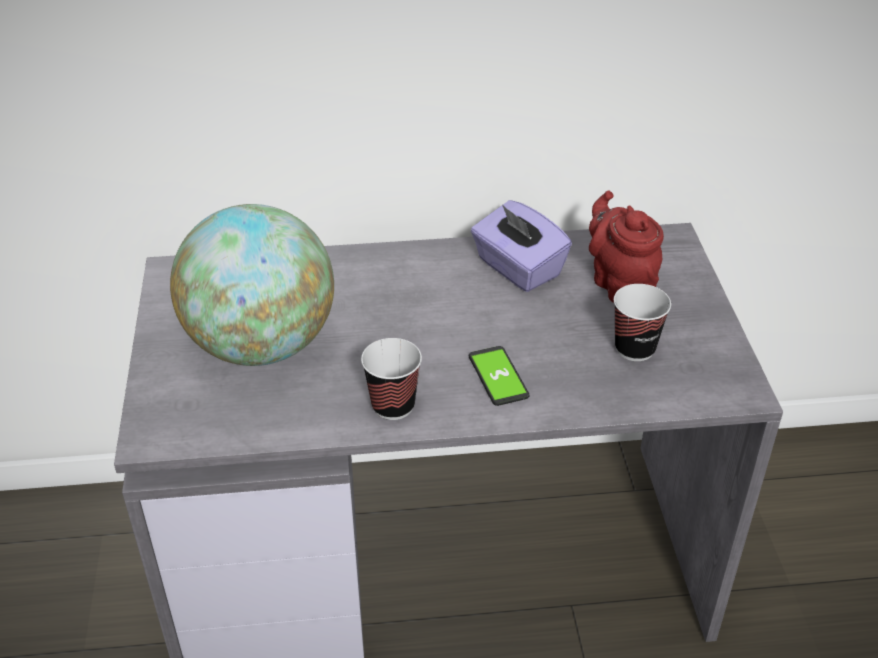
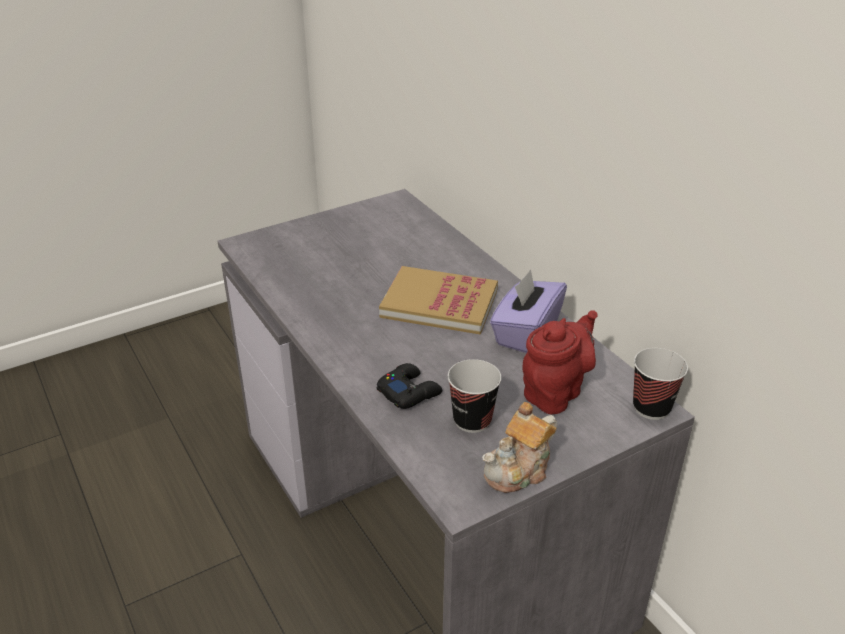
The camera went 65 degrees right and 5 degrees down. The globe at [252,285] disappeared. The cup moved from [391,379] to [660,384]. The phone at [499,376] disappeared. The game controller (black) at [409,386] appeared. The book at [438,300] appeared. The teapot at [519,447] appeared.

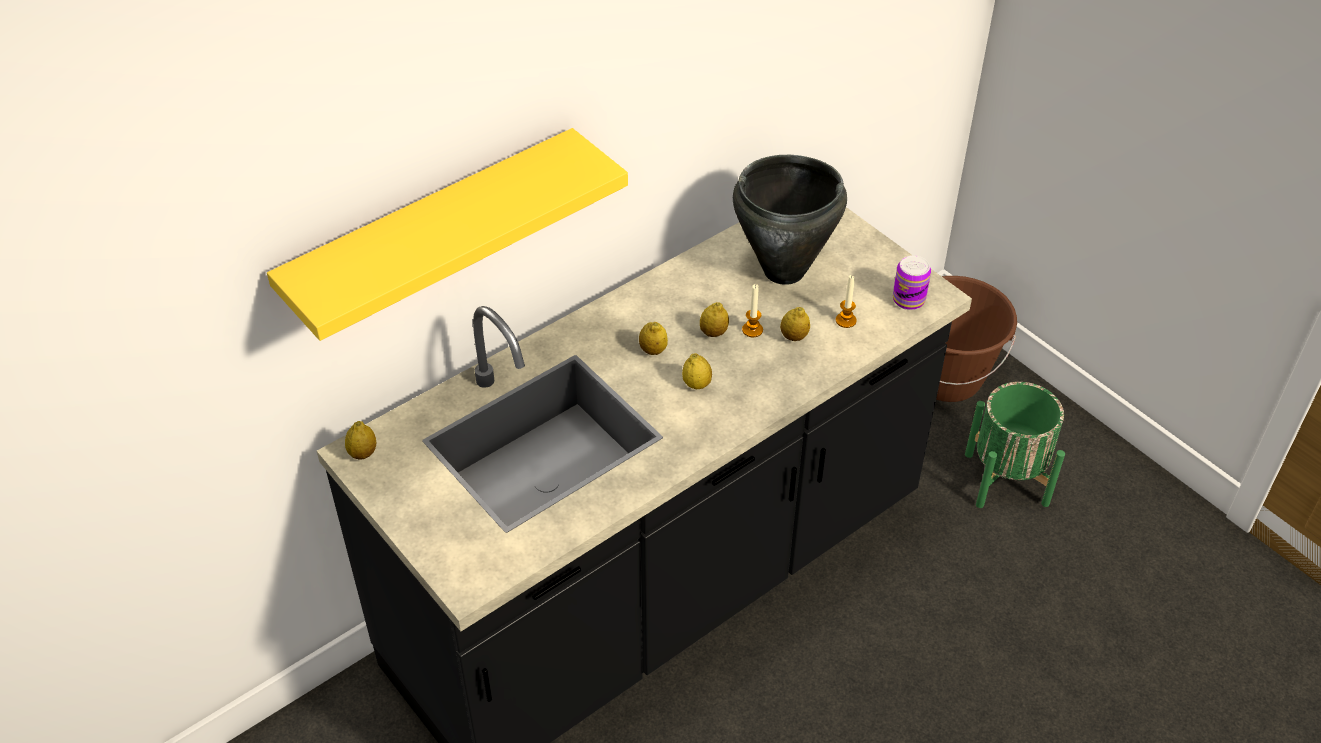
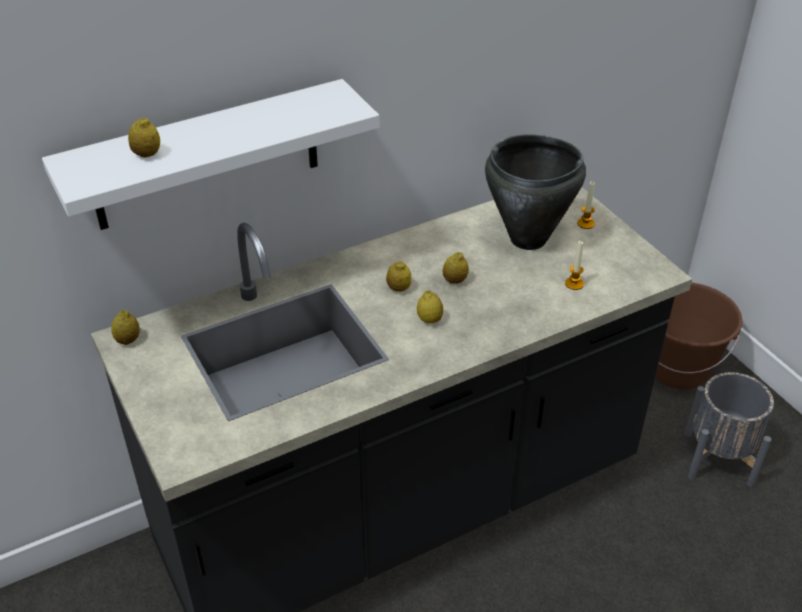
The camera went 10 degrees right and 5 degrees down. The shelf (yellow) at [447,234] became the shelf (white) at [210,154]. The candle moved from [752,310] to [586,205]. The lemon moved from [795,324] to [144,137]. The can at [912,282] disappeared. The planter (green) at [1015,445] became the planter (grey) at [729,429].

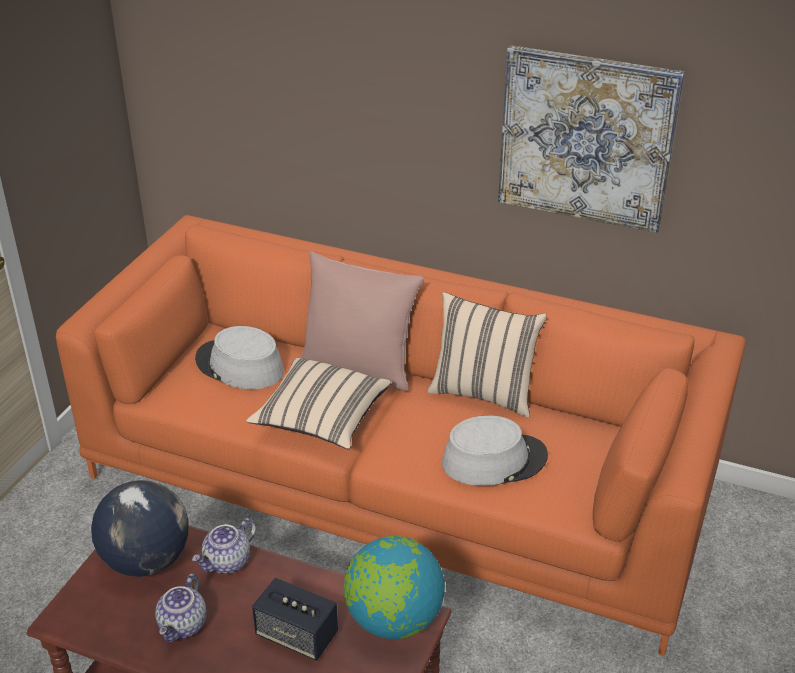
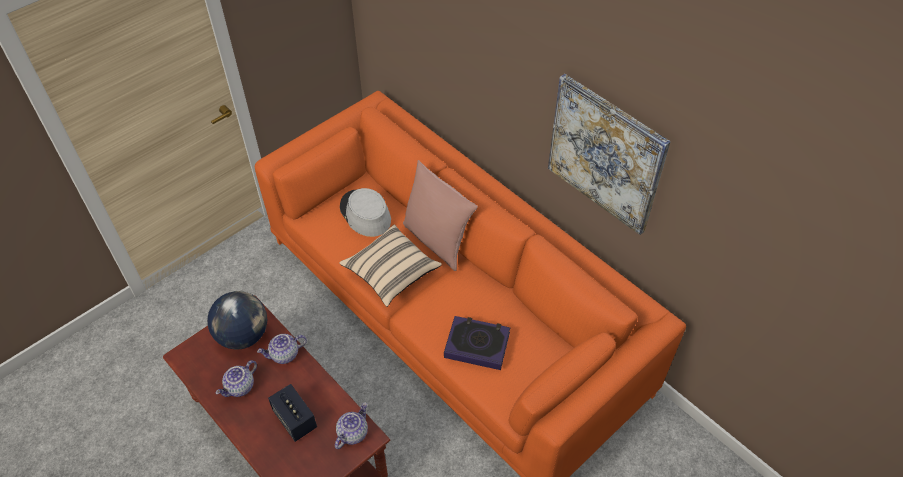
The camera went 25 degrees right and 15 degrees up. The globe at [394,587] was replaced by the teapot at [351,426]. The pillow (beige) at [487,355] disappeared. The hat (grey) at [495,450] was replaced by the book at [477,343].

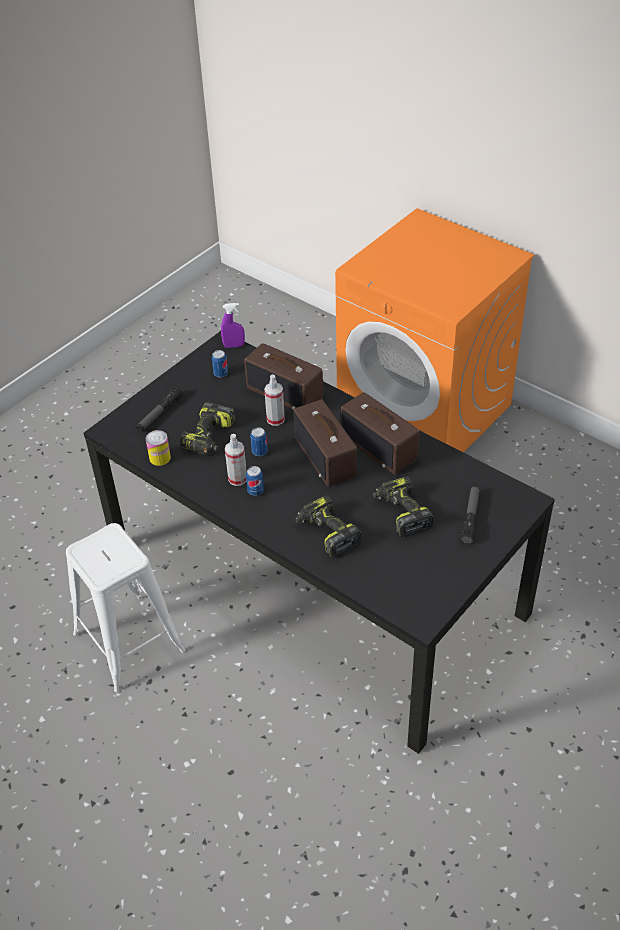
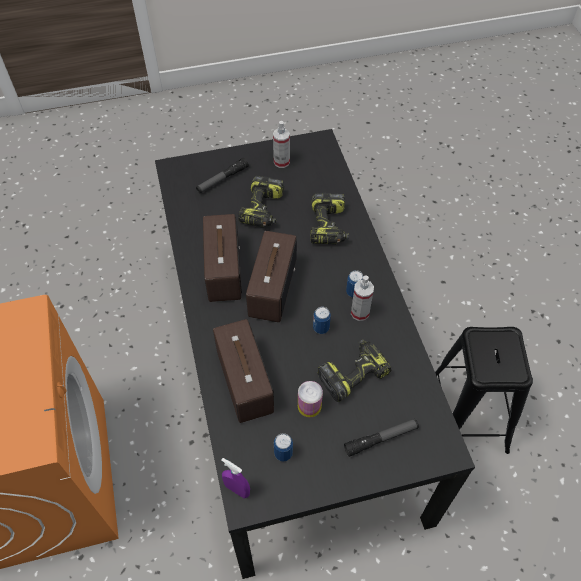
The camera went 145 degrees left and 10 degrees up. The stool (white) at [125,607] became the stool (black) at [484,390]. The can moved from [158,448] to [310,399]. The spray bottle moved from [274,400] to [281,144].

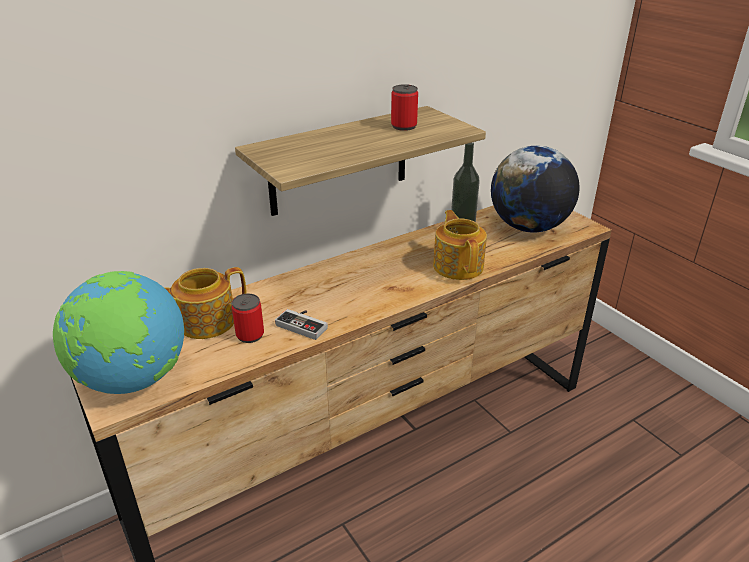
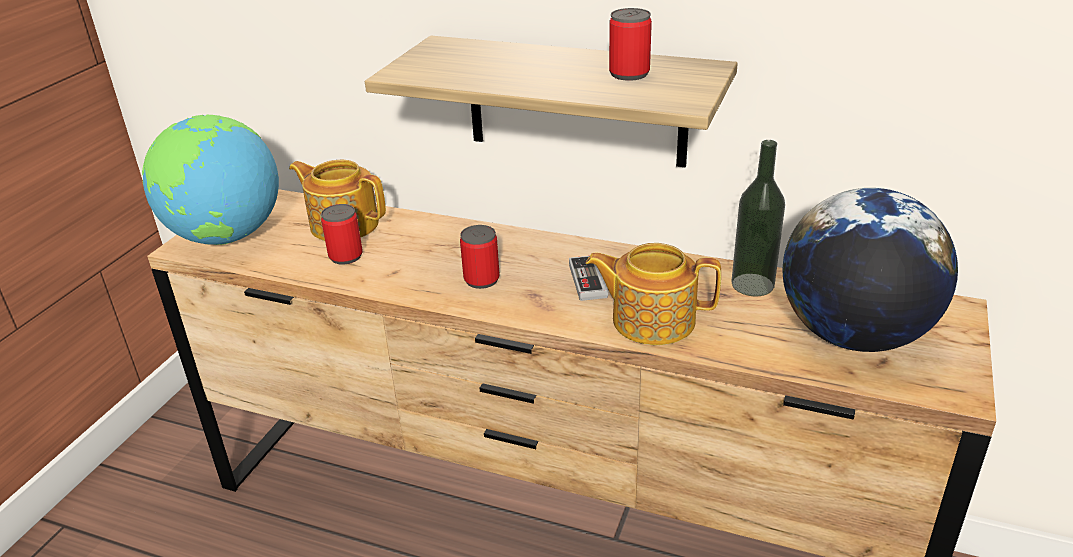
The camera went 55 degrees right and 0 degrees up. The game controller moved from [301,324] to [588,278]. The teapot at [460,245] turned 120 degrees counterclockwise. The can at [480,257] appeared.

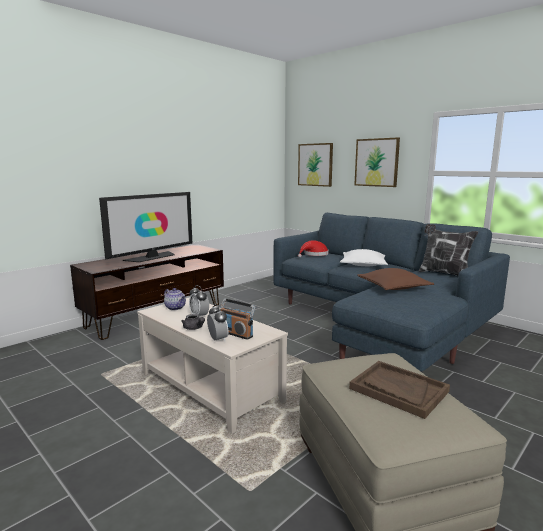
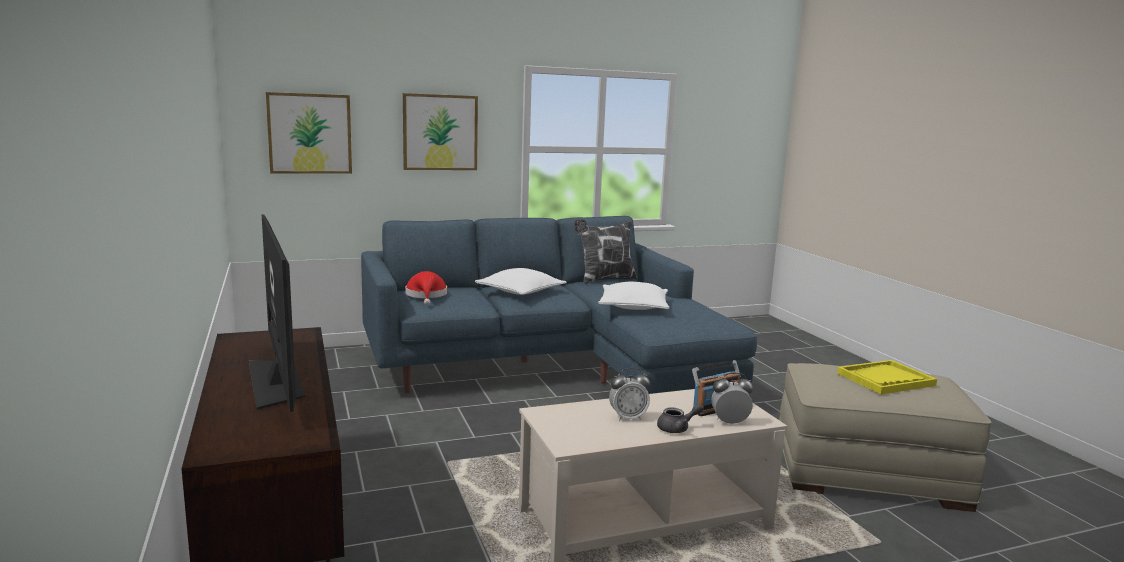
The camera went 65 degrees left and 0 degrees up. The teapot at [175,299] disappeared. The tray (brown) at [399,390] became the tray (yellow) at [887,377]. The pillow (brown) at [395,279] became the pillow (white) at [633,296].

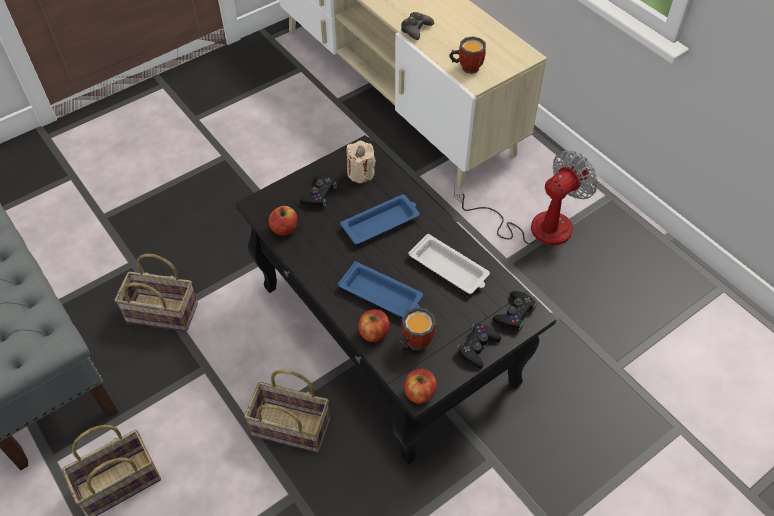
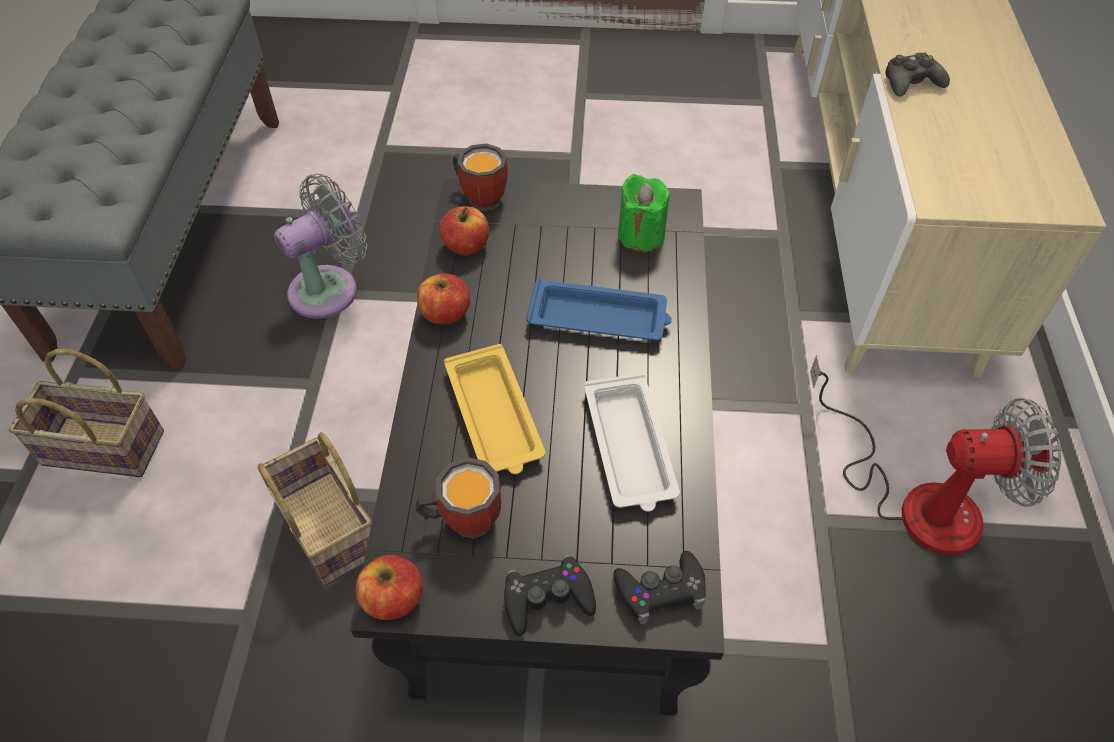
The camera went 40 degrees right and 0 degrees up. The basket at [156,292] was replaced by the fan (grey) at [320,246]. The game controller (black) at [318,190] disappeared. The tray (blue) at [380,289] became the tray (yellow) at [494,409]. The candle (beige) at [361,162] became the candle (green) at [644,213]. The apple moved from [374,325] to [443,299]. The mug moved from [468,55] to [480,177].

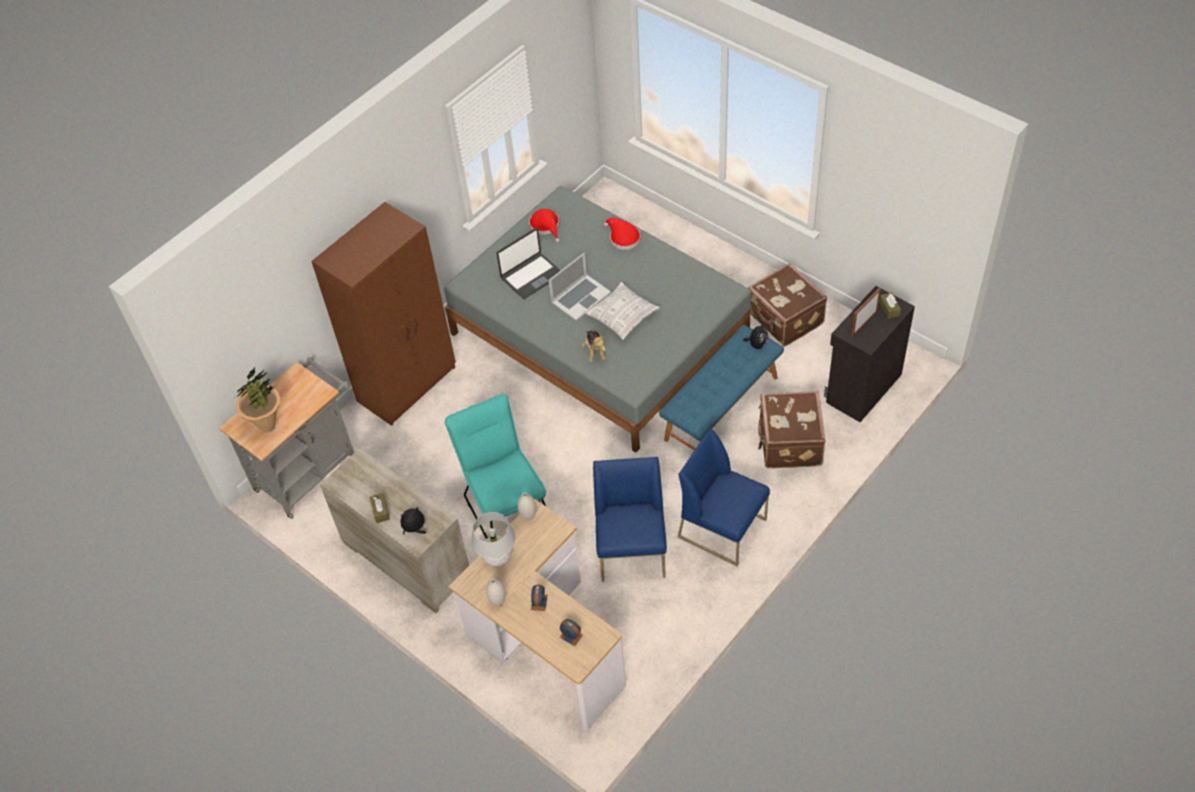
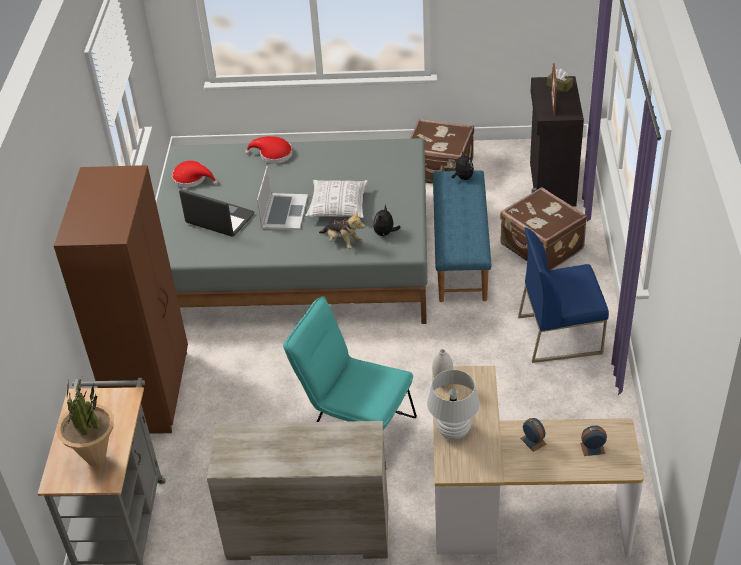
The camera went 40 degrees left and 10 degrees down. The tissue box (brown) at [380,508] disappeared. The plush toy moved from [413,520] to [387,221]. The vase (white) at [496,592] disappeared. The laptop at [528,263] turned 75 degrees counterclockwise. The chair (blue) at [630,519] disappeared.

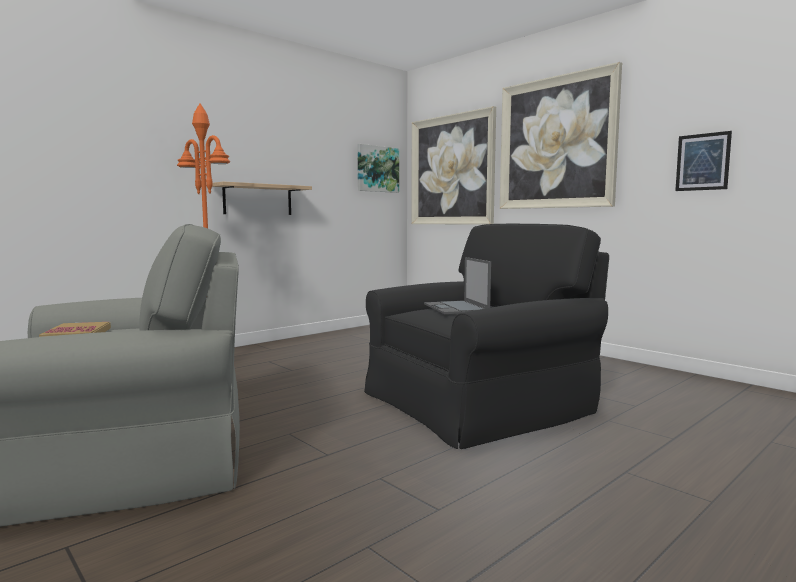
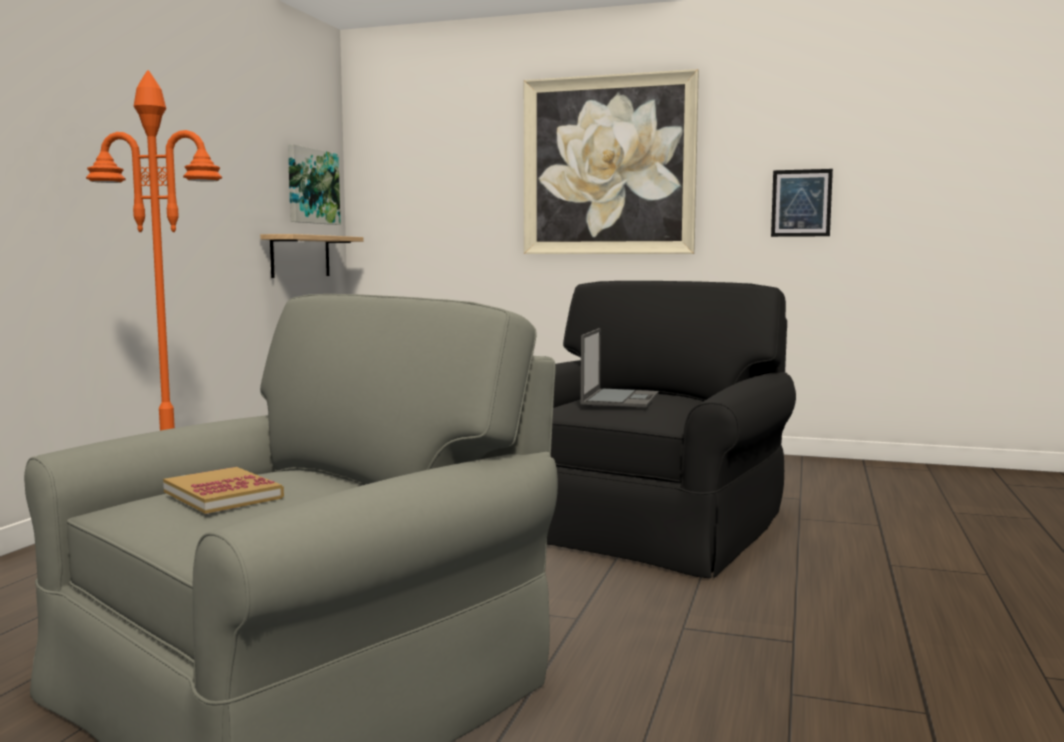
The camera went 30 degrees left and 0 degrees up. The shelf moved from [262,198] to [312,256]. The picture at [453,165] disappeared. The laptop at [457,285] turned 120 degrees counterclockwise.

